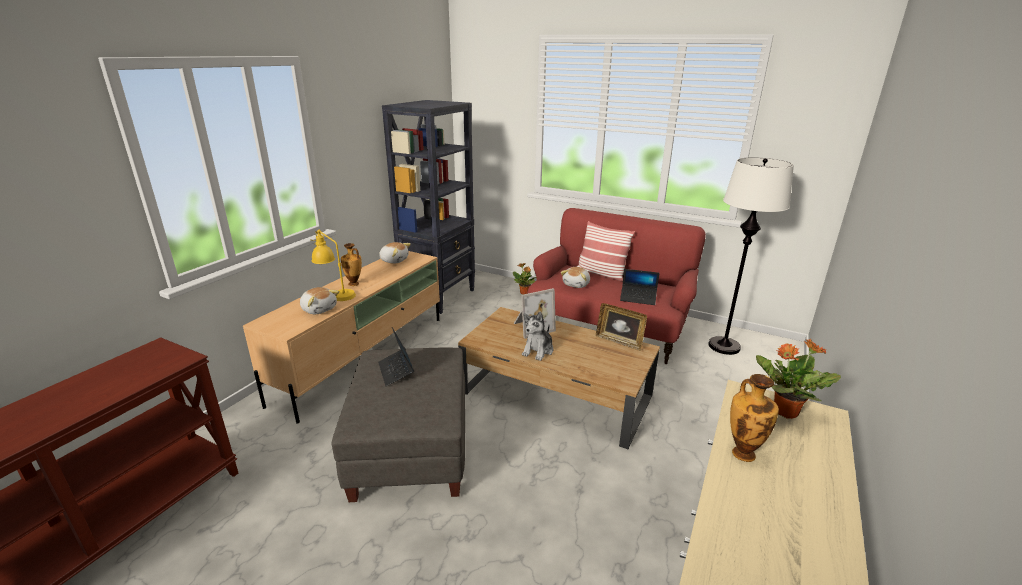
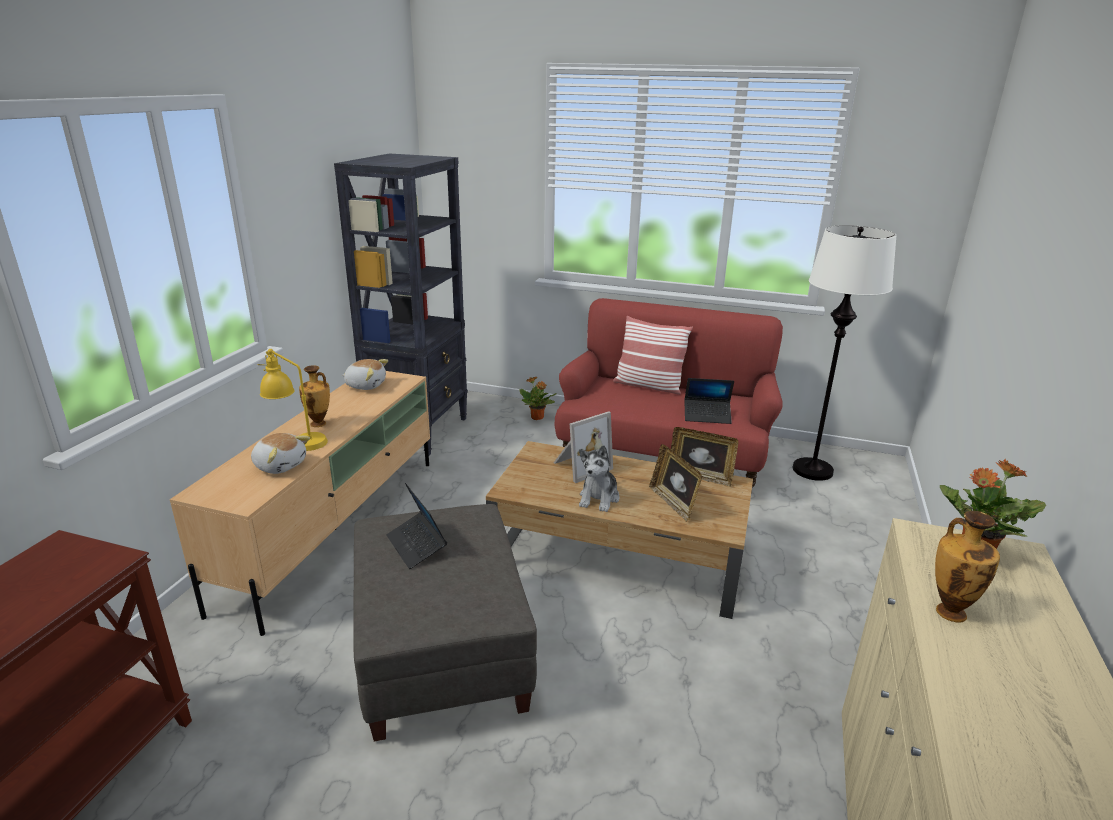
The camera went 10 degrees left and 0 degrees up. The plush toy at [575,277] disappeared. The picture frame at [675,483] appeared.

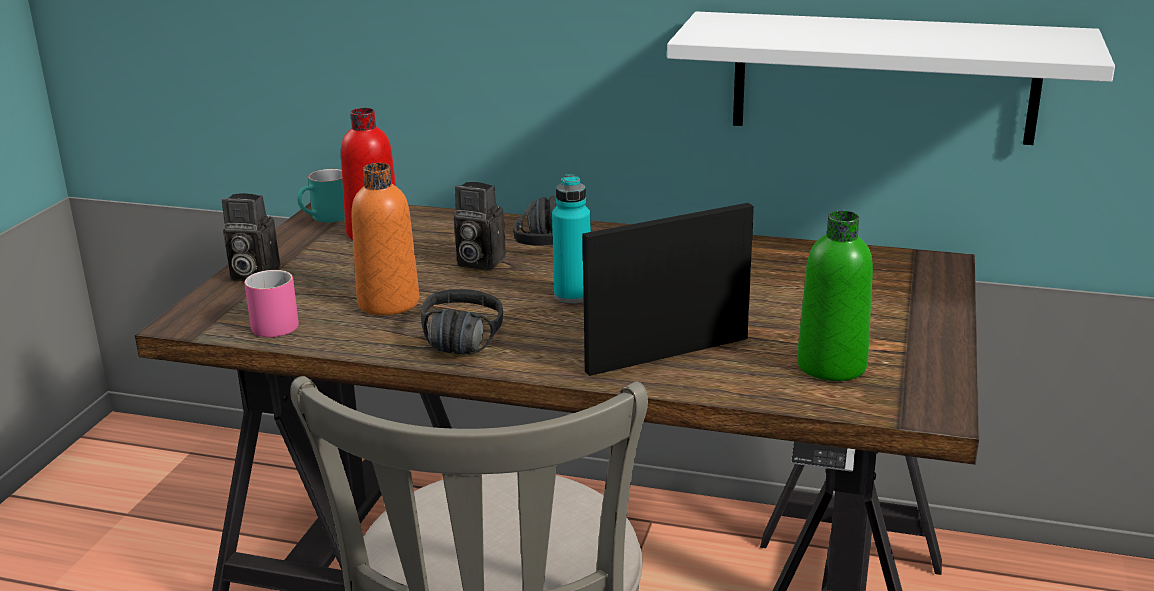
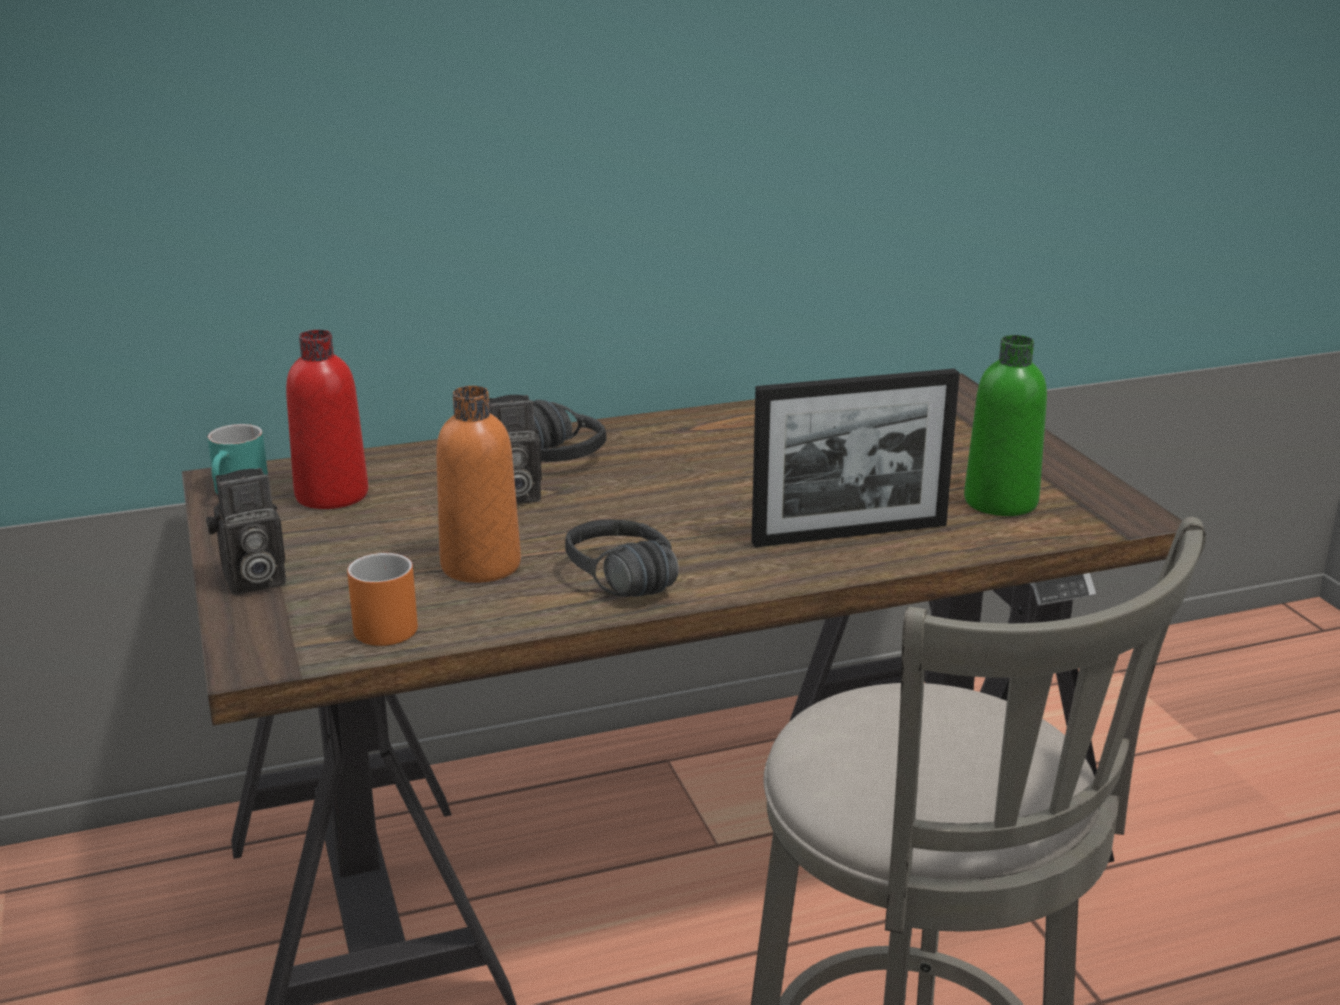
The camera went 35 degrees left and 0 degrees up. The mug (pink) at [271,303] became the mug (orange) at [382,599]. The bottle (turquoise) at [571,239] disappeared. The picture frame at [668,289] turned 135 degrees counterclockwise. The shelf (white) at [891,78] disappeared.

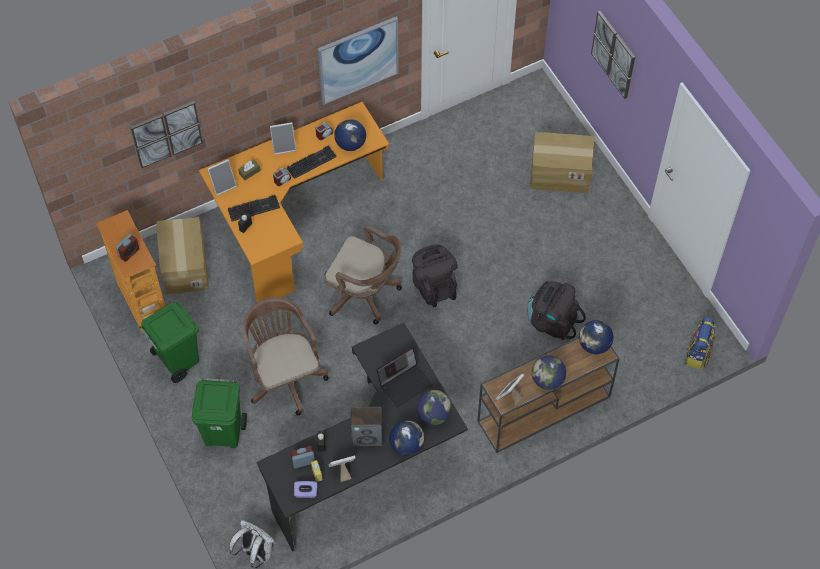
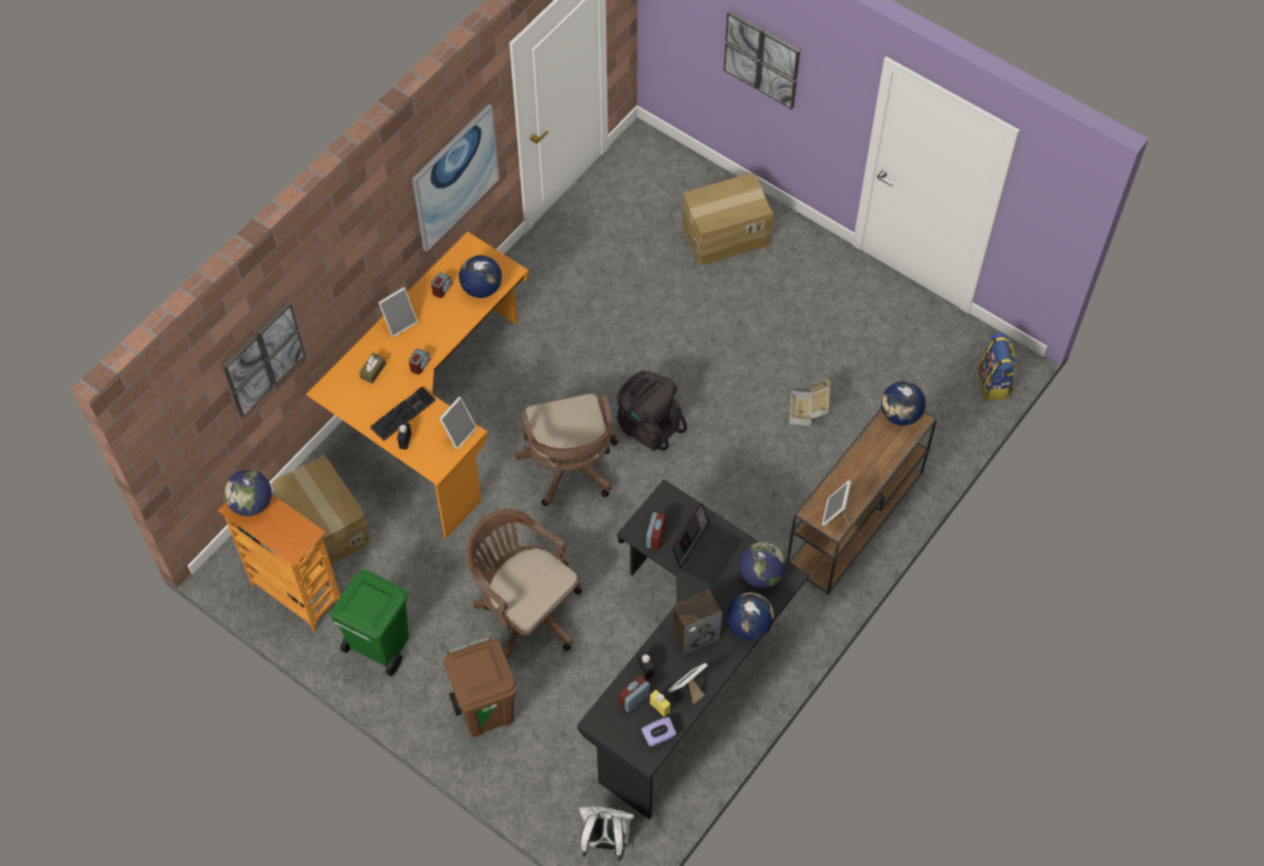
The camera went 25 degrees left and 0 degrees up. The alarm clock moved from [127,248] to [656,531]. The trash can (green) at [219,413] became the trash can (brown) at [480,686]. The picture frame moved from [222,177] to [458,423]. The keyboard at [312,162] disappeared. The office chair (brown) at [363,274] turned 75 degrees clockwise. The backpack (black) at [556,310] was replaced by the cardboard box at [809,402]. The globe moved from [549,372] to [248,493].

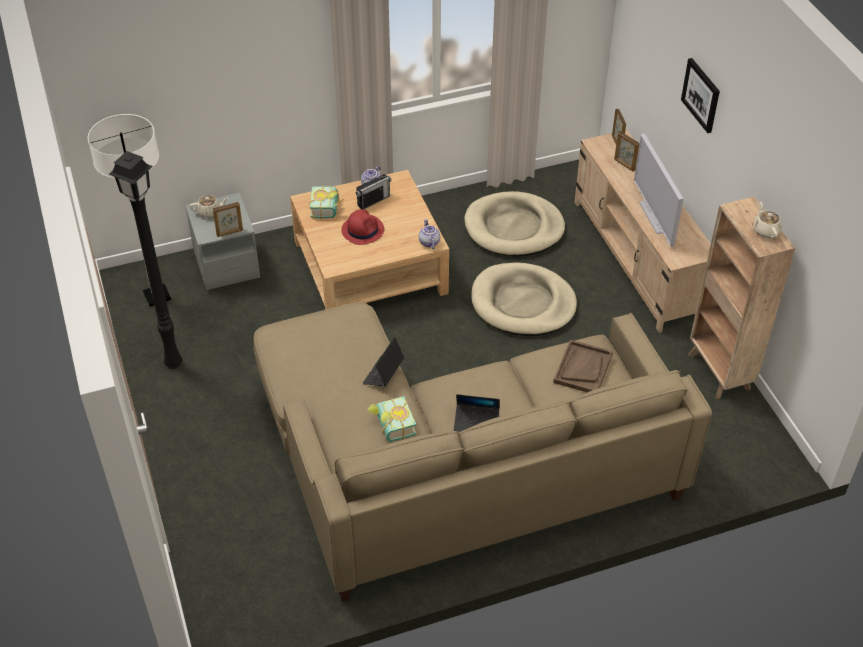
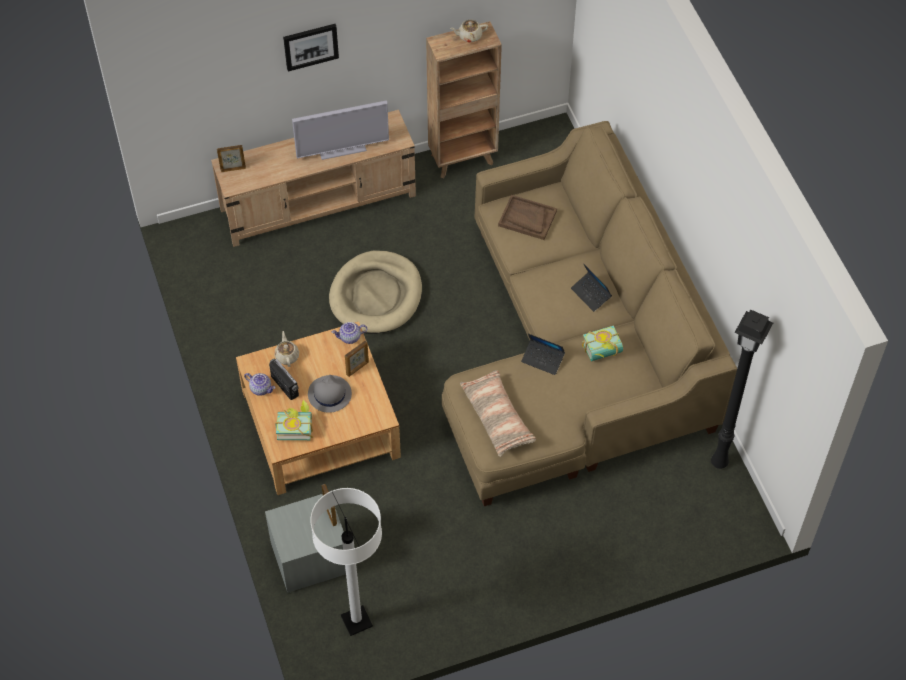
The camera went 90 degrees left and 10 degrees up. The floor lamp (black) moved from [145,260] to [742,389]. The teapot (beige) moved from [208,206] to [286,349]. The hat (red) at [362,227] became the hat (grey) at [330,394]. The laptop at [477,413] turned 135 degrees clockwise. The dog bed (beige) at [514,223] disappeared. The picture frame moved from [626,151] to [357,358]. The pillow at [498,413] appeared.

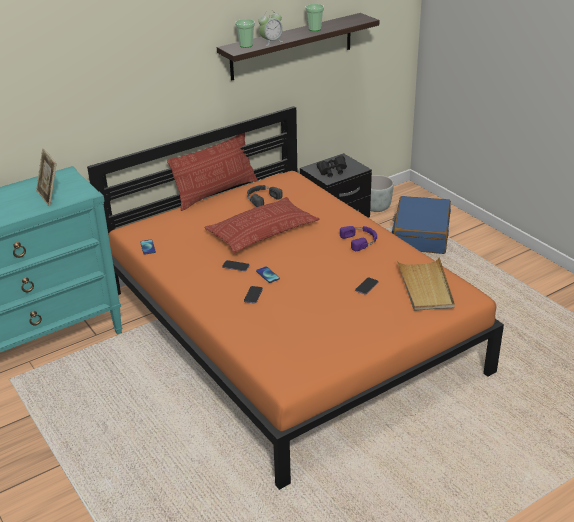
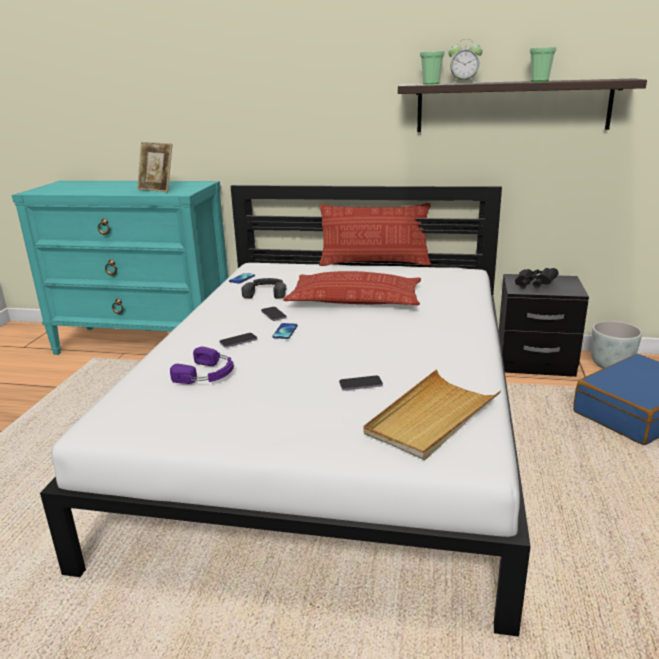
The camera went 45 degrees right and 10 degrees down. The picture frame at [46,177] turned 75 degrees counterclockwise. The bed (orange) at [295,298] became the bed (white) at [285,411]. The headphones (black) moved from [264,196] to [263,288]. The headphones (purple) moved from [358,238] to [202,365].

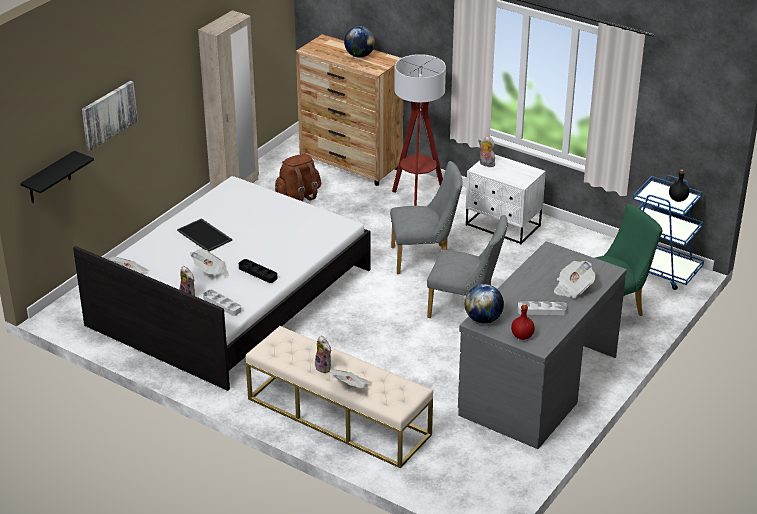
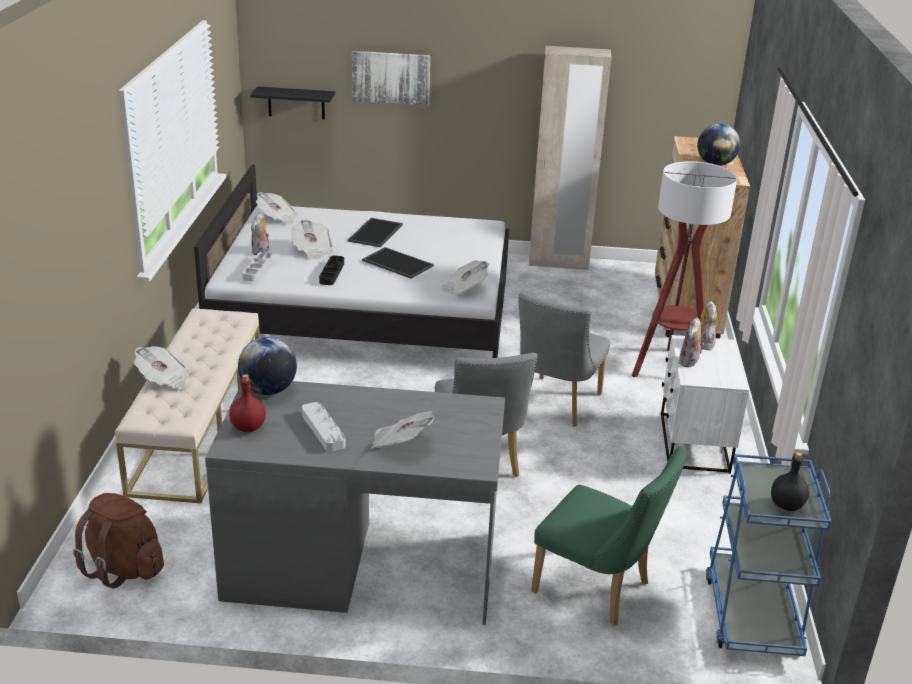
The camera went 60 degrees right and 5 degrees down. The backpack (brown) moved from [298,177] to [118,541]. The plush toy moved from [323,354] to [692,342]. The chair (grey) at [426,217] turned 60 degrees clockwise. The tray at [398,263] appeared. The newspaper at [465,278] appeared.

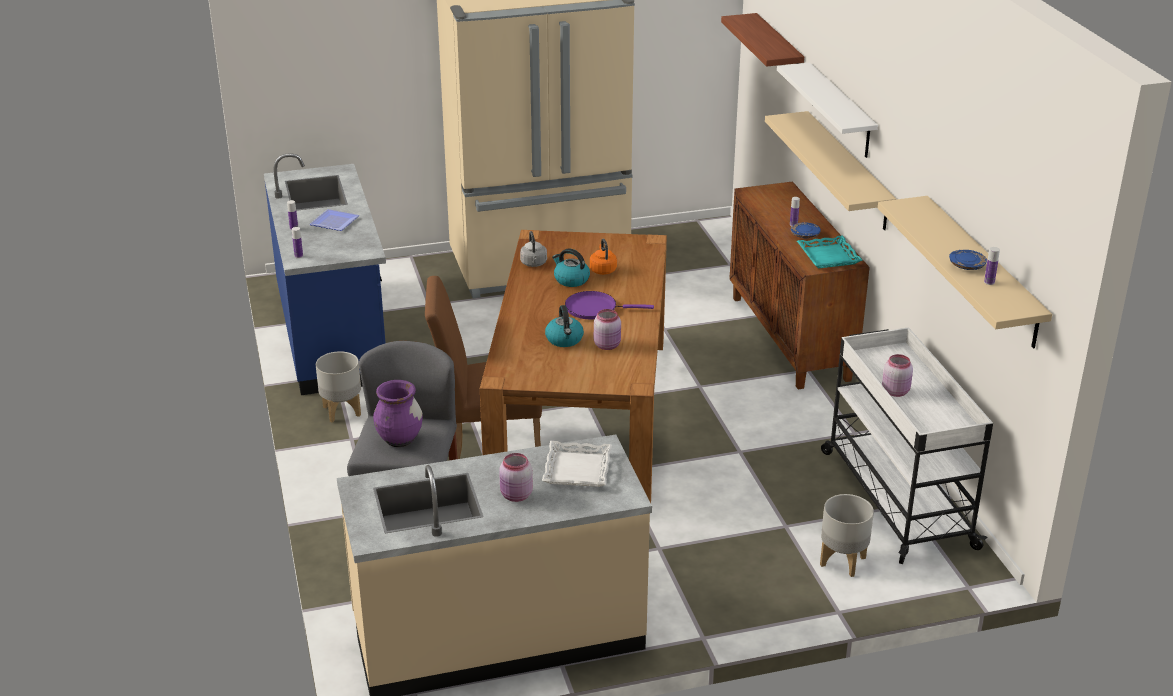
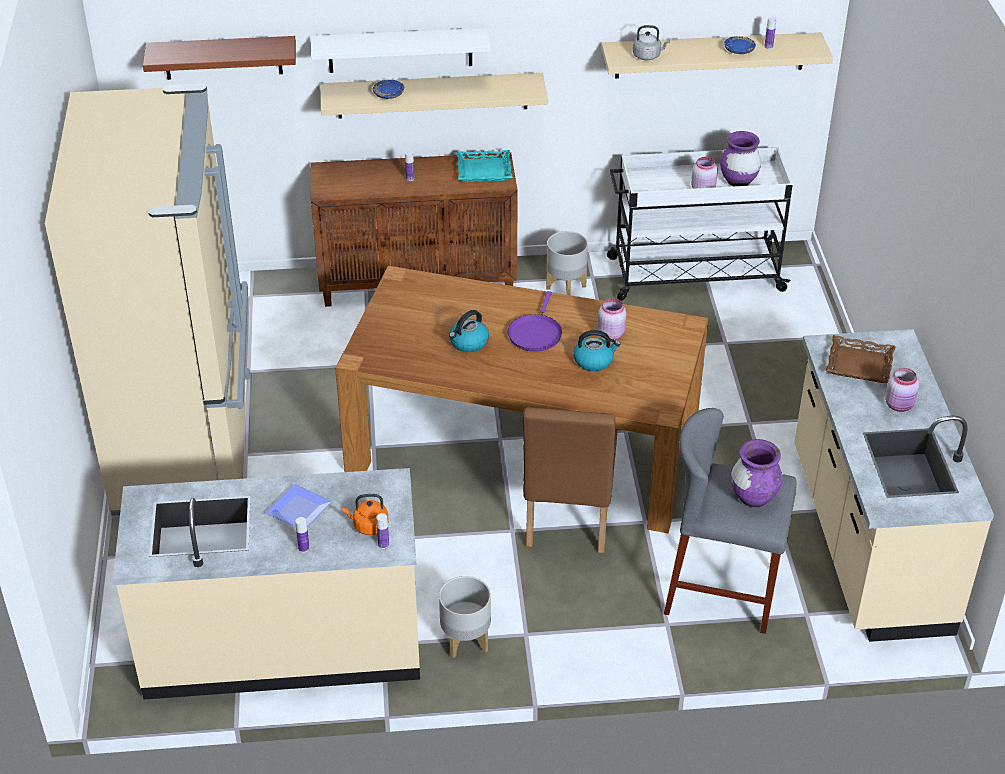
The camera went 80 degrees left and 10 degrees up. The counter (blue) at [325,274] became the counter (beige) at [266,584]. The kettle (grey) moved from [533,249] to [651,42]. The tray (white) at [577,464] became the tray (brown) at [860,359]. The kettle (orange) moved from [603,256] to [365,514]. The plate (blue) moved from [806,230] to [388,89]. The planter (grey) moved from [847,535] to [567,263]. The vase (purple) at [740,158] appeared.

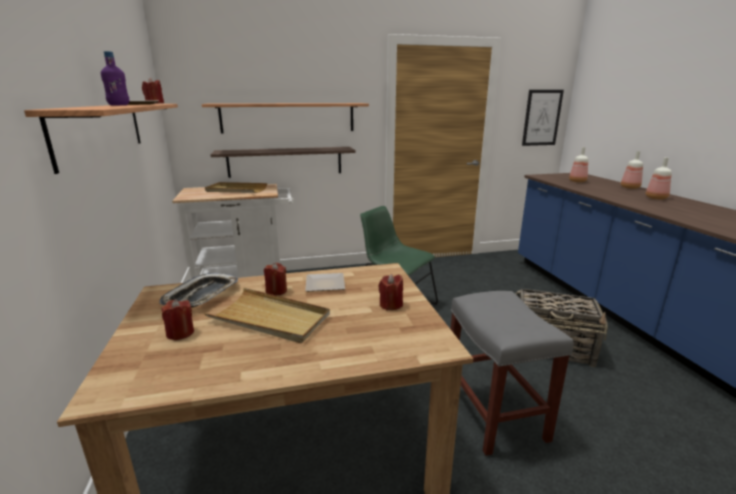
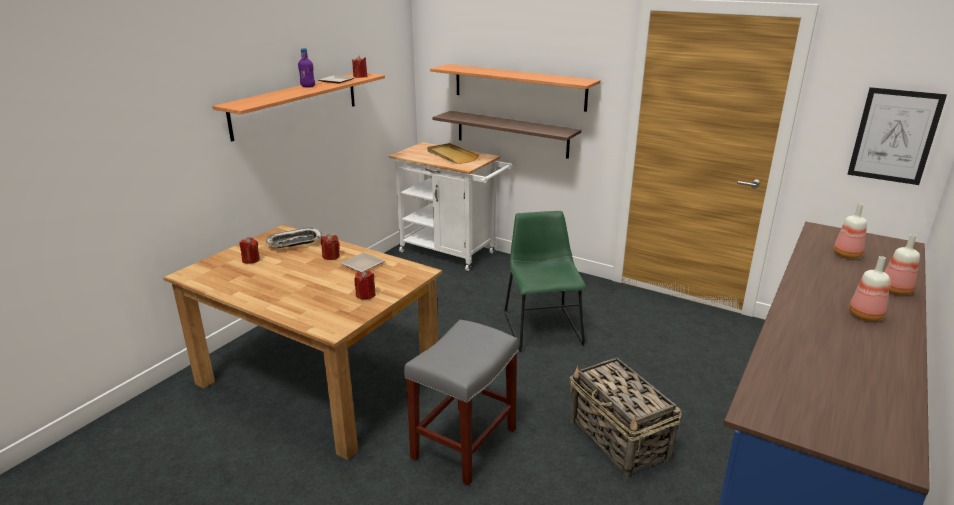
The camera went 45 degrees right and 5 degrees up. The tray (beige) at [267,315] disappeared.

